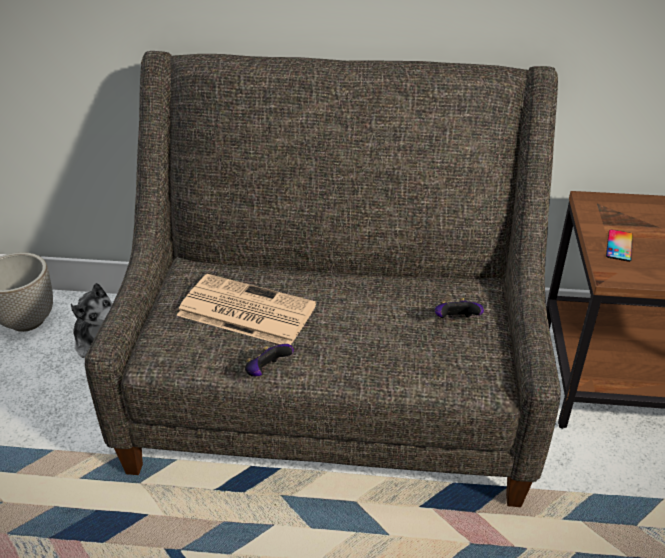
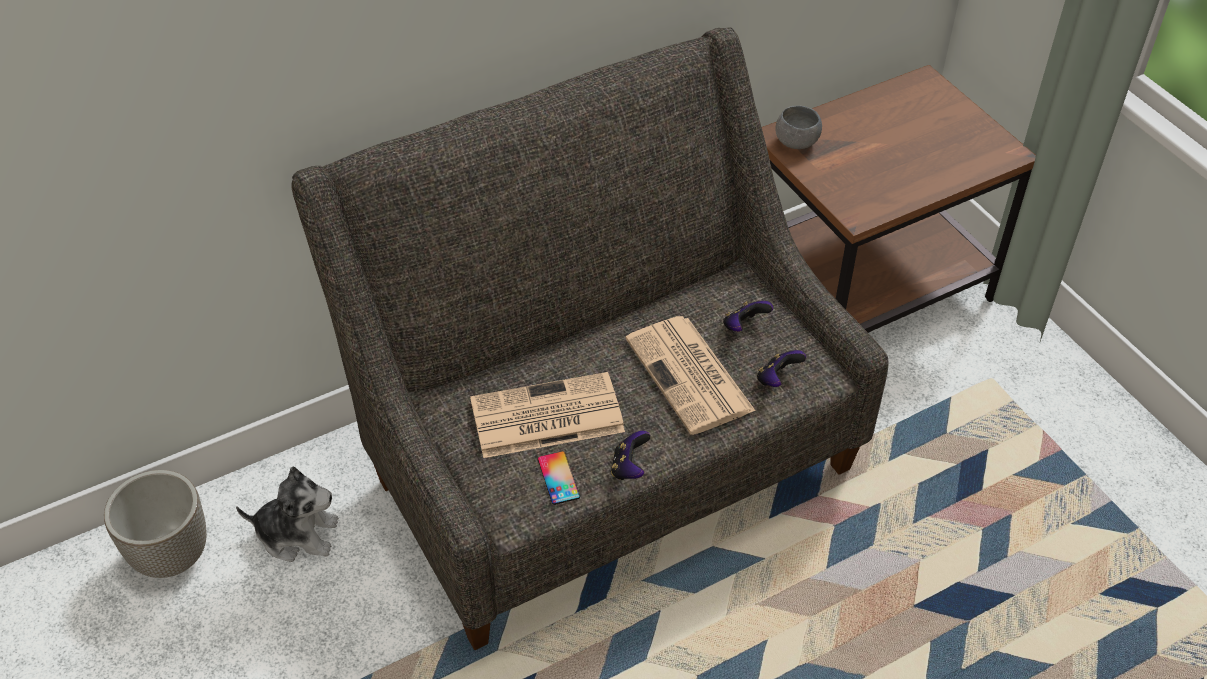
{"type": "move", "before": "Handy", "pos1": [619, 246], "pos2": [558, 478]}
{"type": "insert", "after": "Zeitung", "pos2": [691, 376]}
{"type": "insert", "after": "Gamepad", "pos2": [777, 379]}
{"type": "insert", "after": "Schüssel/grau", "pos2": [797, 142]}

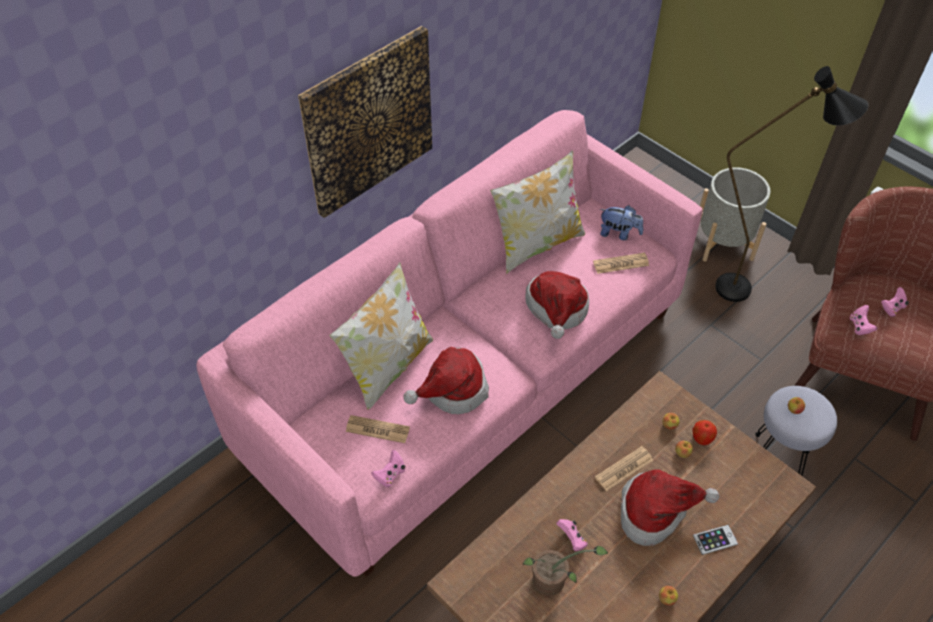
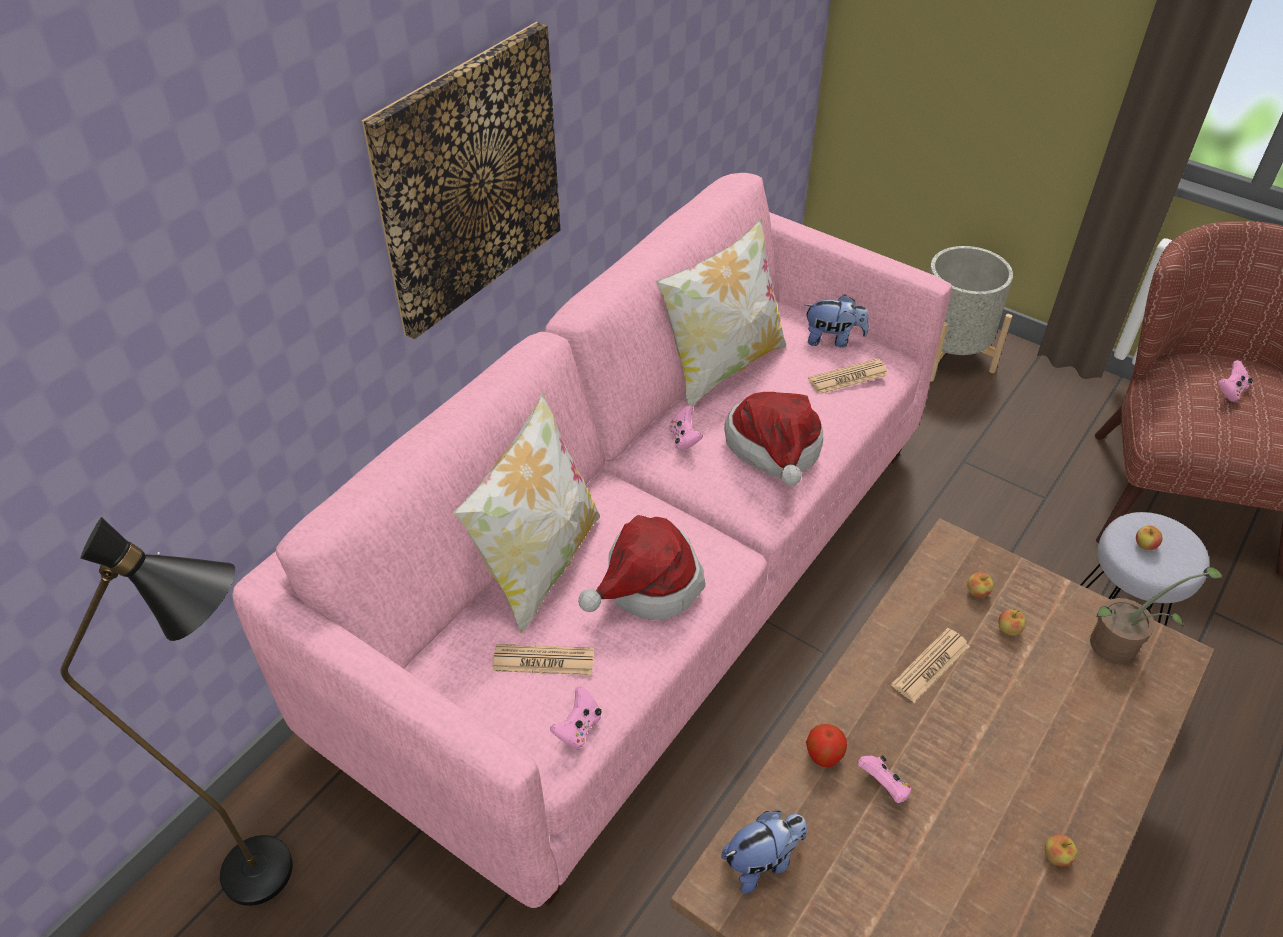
{"type": "move", "before": "Stehlampe/schwarz", "pos1": [746, 291], "pos2": [283, 873]}
{"type": "move", "before": "Gamepad/rosa", "pos1": [859, 326], "pos2": [684, 439]}
{"type": "insert", "after": "Plüschtier", "pos2": [762, 862]}
{"type": "move", "before": "Apfel", "pos1": [702, 438], "pos2": [824, 755]}
{"type": "move", "before": "Topfpflanze", "pos1": [553, 581], "pos2": [1121, 646]}
{"type": "delete", "before": "Hut", "pos1": [655, 512]}
{"type": "delete", "before": "Handy", "pos1": [715, 540]}

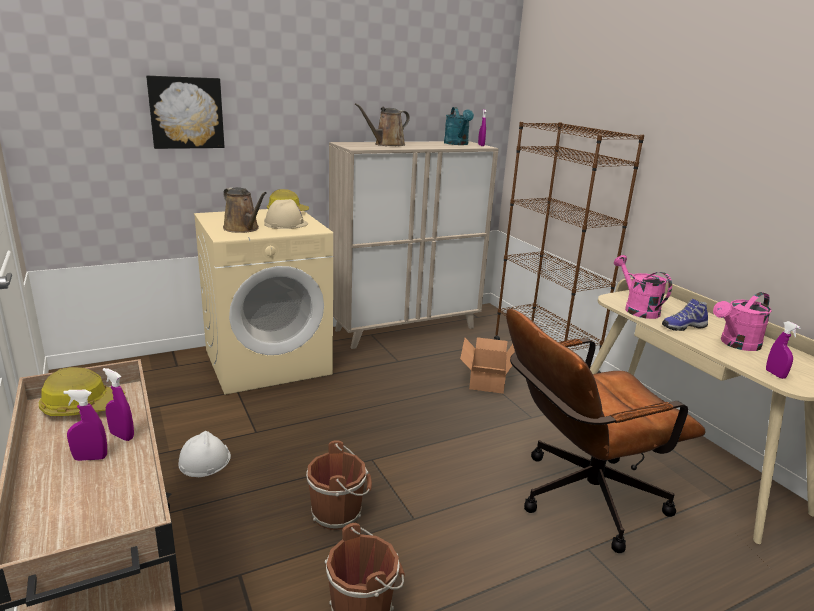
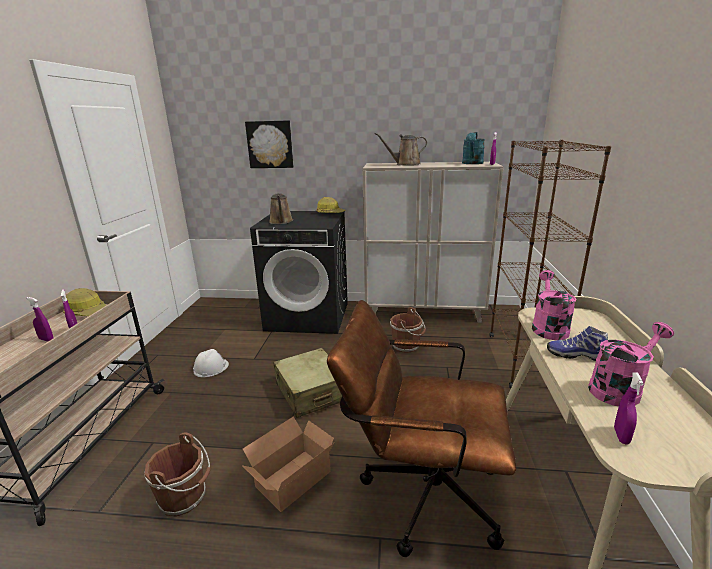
{"type": "move", "before": "Karton", "pos1": [485, 379], "pos2": [290, 478]}
{"type": "recolor", "before": "Waschmaschine/beige", "after": "Waschmaschine/schwarz", "pos1": [268, 361], "pos2": [308, 316]}
{"type": "insert", "after": "Koffer/beige", "pos2": [311, 392]}
{"type": "move", "before": "Eimer/braun", "pos1": [339, 512], "pos2": [407, 346]}
{"type": "rotate", "before": "Gießkanne/rosa", "pos1": [736, 344], "pos2": [619, 389], "turn": 150}
{"type": "delete", "before": "Schutzhelm/beige", "pos1": [286, 224]}

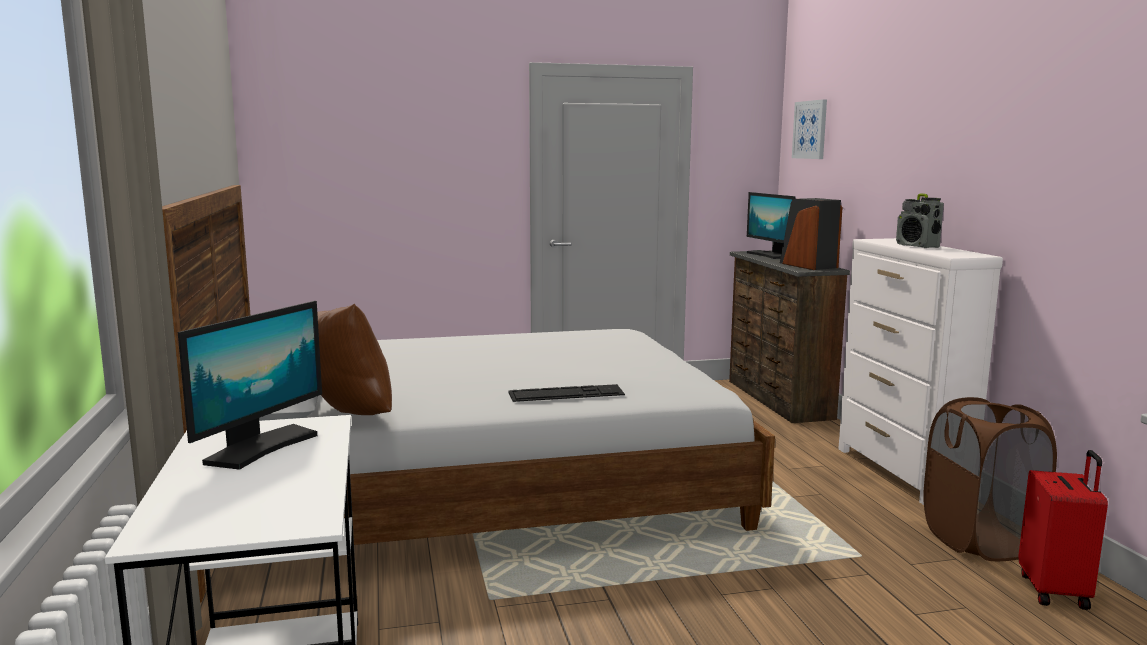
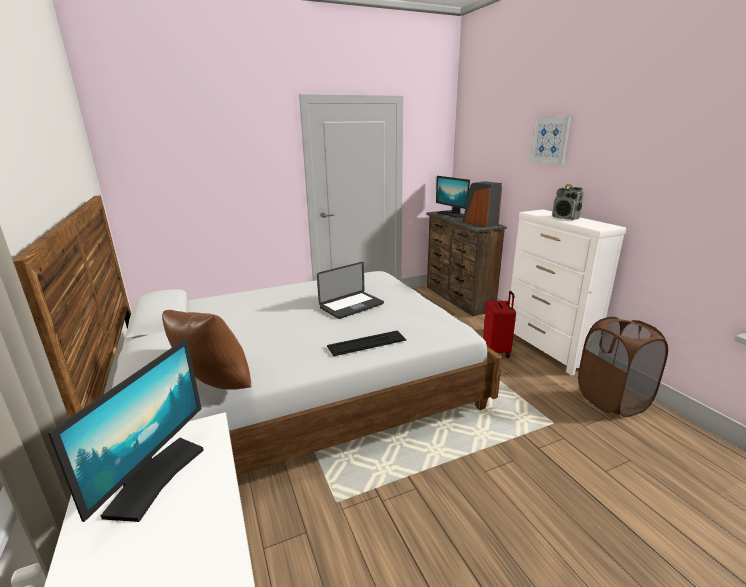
{"type": "insert", "after": "Laptop", "pos2": [352, 306]}
{"type": "move", "before": "Koffer/rot", "pos1": [1055, 591], "pos2": [497, 350]}
{"type": "move", "before": "Bild", "pos1": [810, 130], "pos2": [550, 140]}

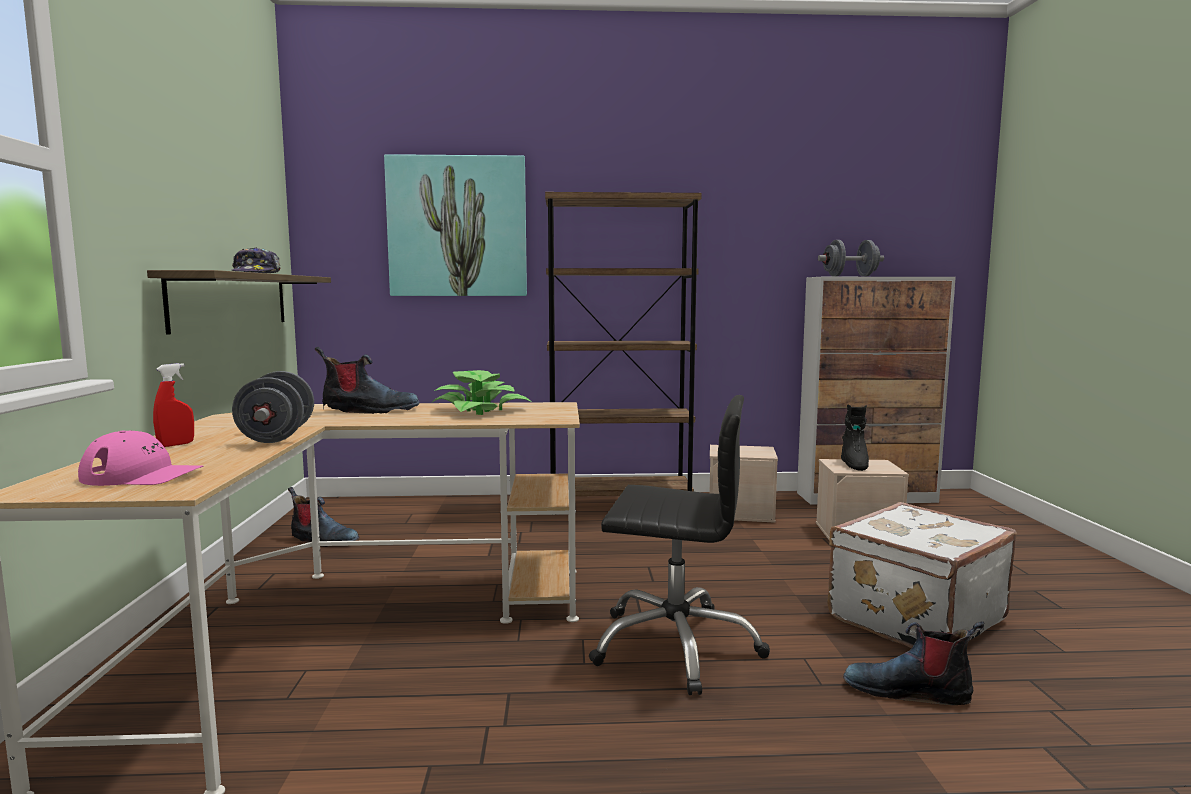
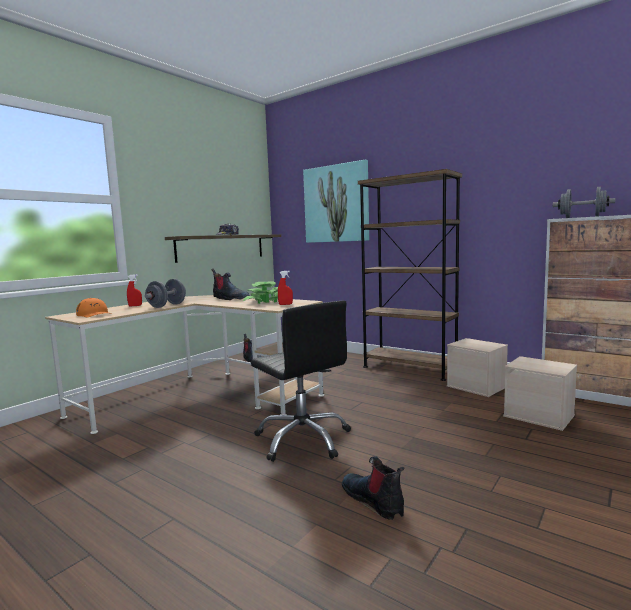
{"type": "recolor", "before": "Kappe/rosa", "after": "Kappe/orange", "pos1": [142, 475], "pos2": [94, 314]}
{"type": "insert", "after": "Sprühflasche/rot", "pos2": [285, 304]}
{"type": "delete", "before": "Koffer/weiß", "pos1": [912, 618]}
{"type": "delete", "before": "Stiefel/schwarz", "pos1": [853, 464]}

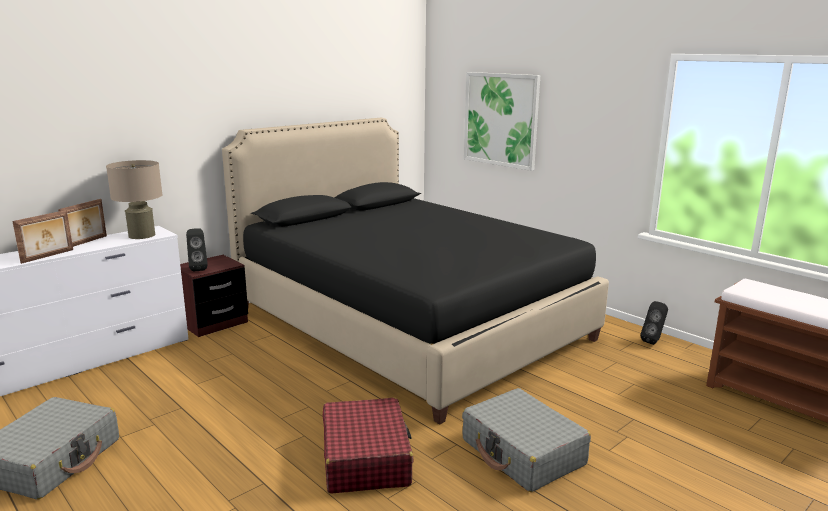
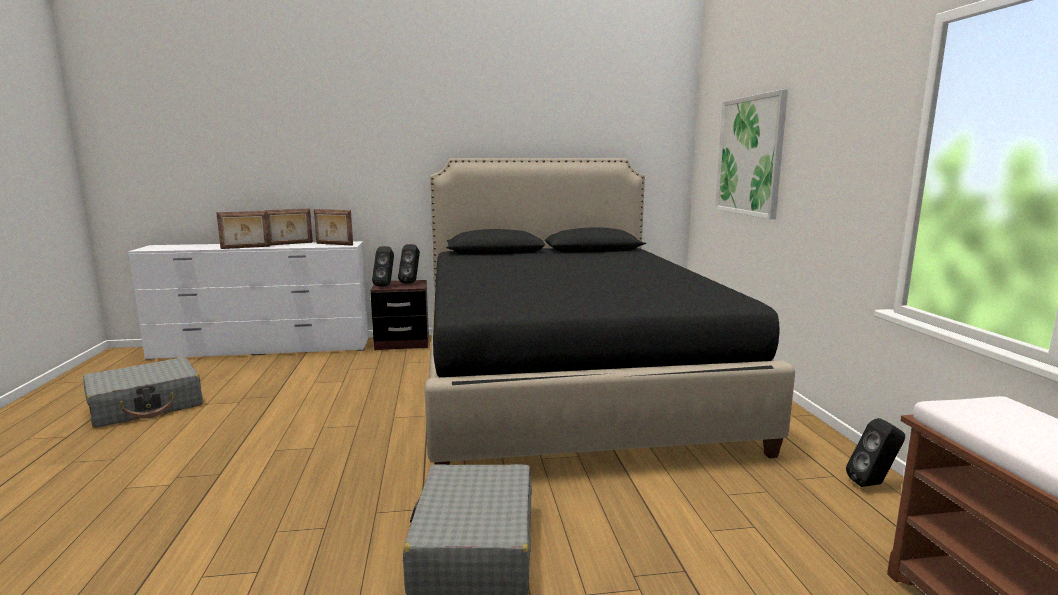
{"type": "replace", "before": "Tischlampe/beige", "after": "Bilderrahmen", "pos1": [142, 235], "pos2": [334, 244]}
{"type": "insert", "after": "Lautsprecher/schwarz", "pos2": [411, 283]}
{"type": "delete", "before": "Koffer/rot", "pos1": [366, 458]}

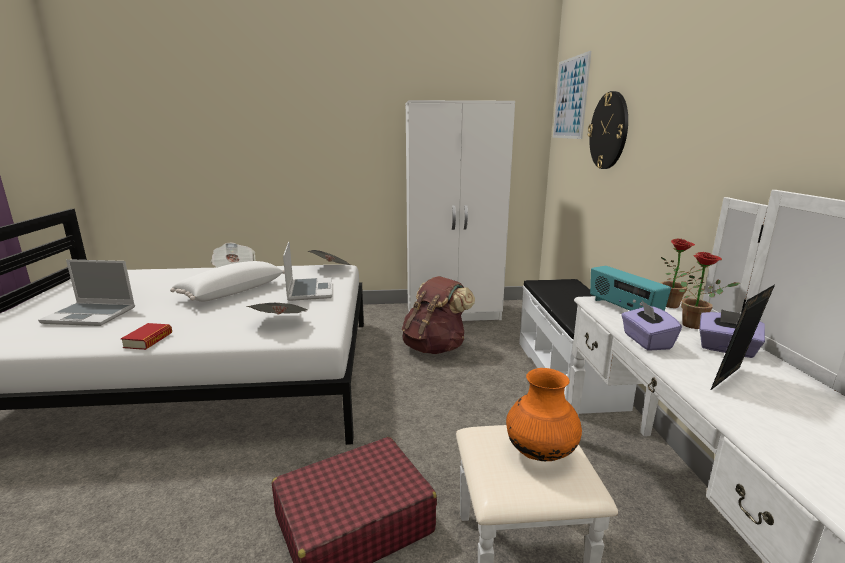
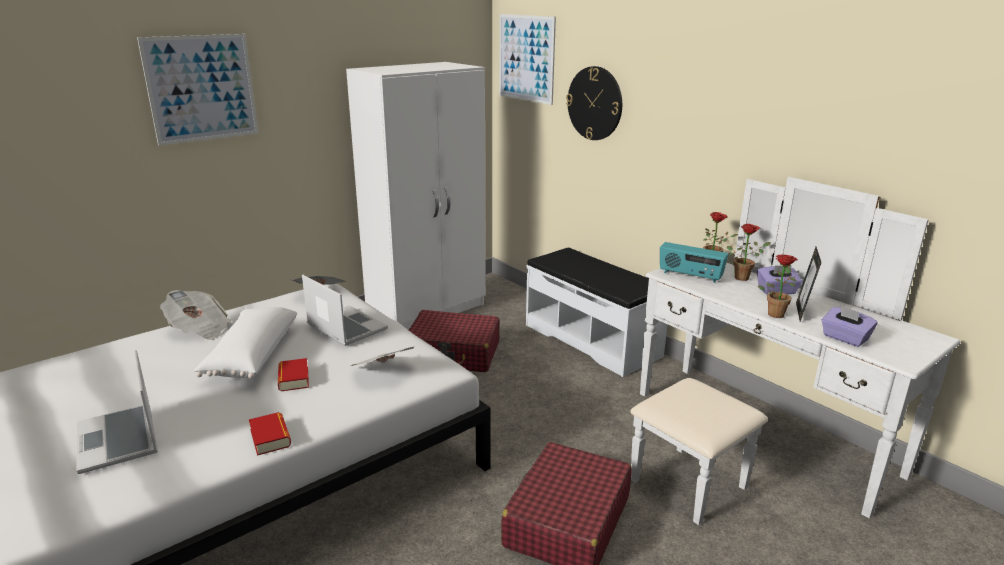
{"type": "rotate", "before": "Laptop", "pos1": [91, 315], "pos2": [119, 440], "turn": 90}
{"type": "insert", "after": "Bild", "pos2": [201, 88]}
{"type": "insert", "after": "Buch", "pos2": [293, 379]}
{"type": "replace", "before": "Rucksack/braun", "after": "Koffer/rot", "pos1": [435, 347], "pos2": [454, 353]}
{"type": "insert", "after": "Topfpflanze", "pos2": [775, 313]}
{"type": "move", "before": "Taschentuchbox/lila", "pos1": [646, 341], "pos2": [844, 338]}
{"type": "delete", "before": "Vase/orange", "pos1": [540, 453]}

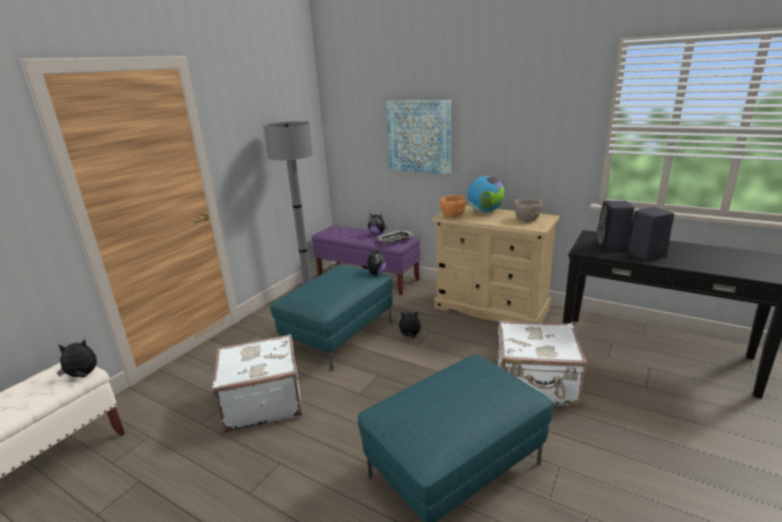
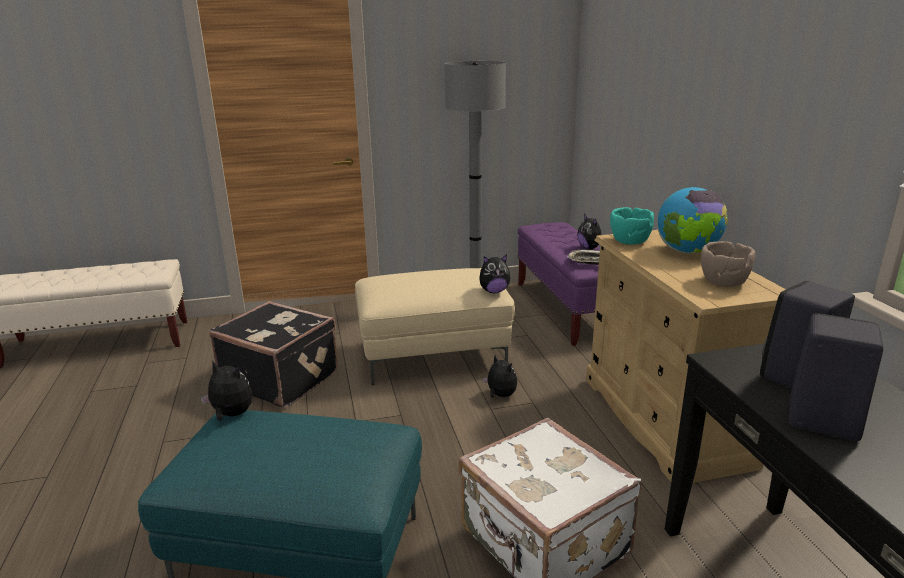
{"type": "move", "before": "Plüschtier", "pos1": [83, 376], "pos2": [231, 415]}
{"type": "recolor", "before": "Koffer/weiß", "after": "Koffer/schwarz", "pos1": [262, 402], "pos2": [281, 378]}
{"type": "recolor", "before": "Polsterhocker/türkis", "after": "Polsterhocker/beige", "pos1": [338, 335], "pos2": [434, 355]}
{"type": "recolor", "before": "Schüssel/orange", "after": "Schüssel/türkis", "pos1": [452, 215], "pos2": [629, 241]}
{"type": "delete", "before": "Bild", "pos1": [419, 136]}

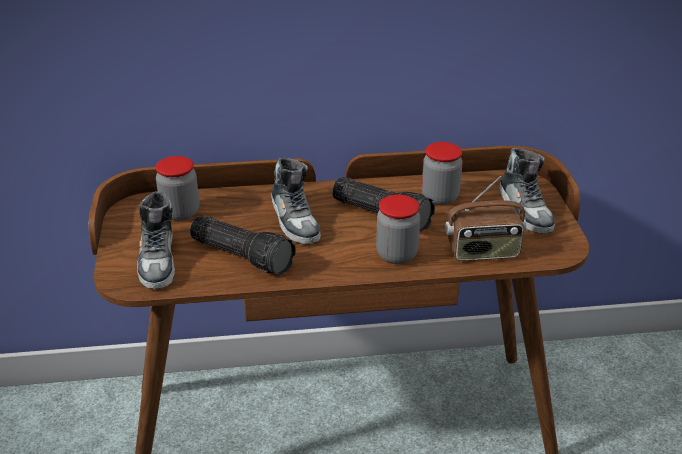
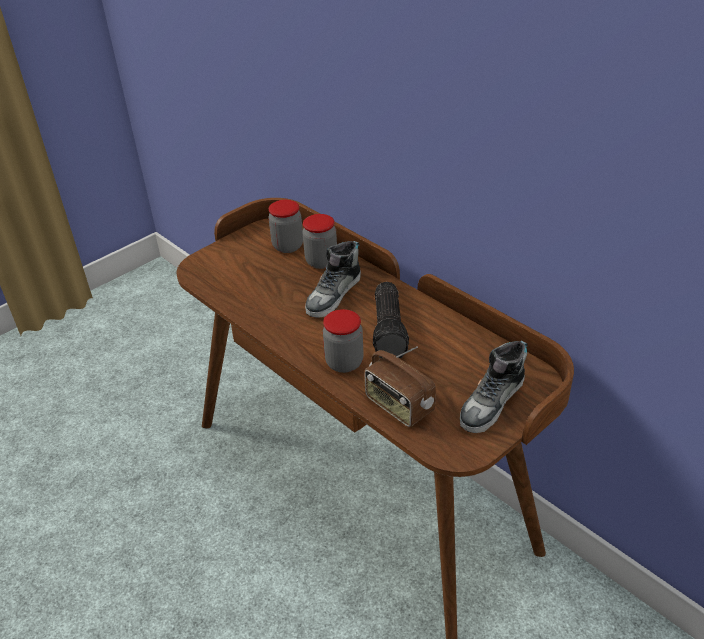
{"type": "move", "before": "Vorratsglas", "pos1": [440, 197], "pos2": [321, 261]}
{"type": "delete", "before": "Schuh", "pos1": [158, 260]}
{"type": "delete", "before": "Taschenlampe", "pos1": [244, 255]}

